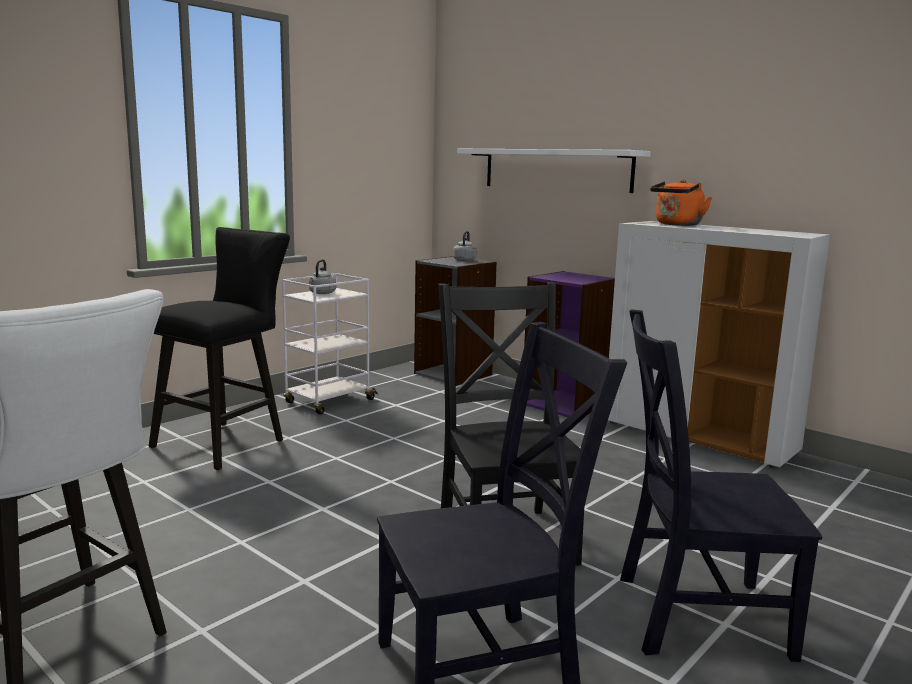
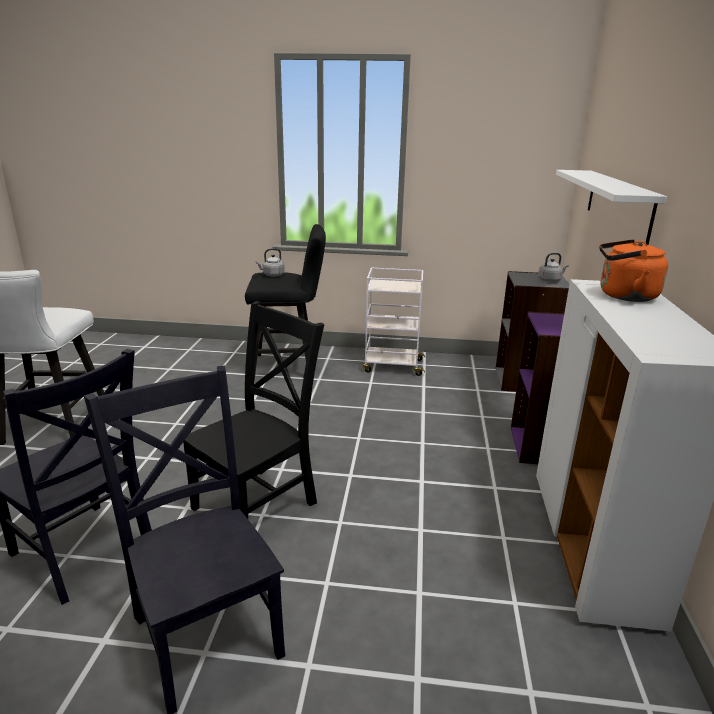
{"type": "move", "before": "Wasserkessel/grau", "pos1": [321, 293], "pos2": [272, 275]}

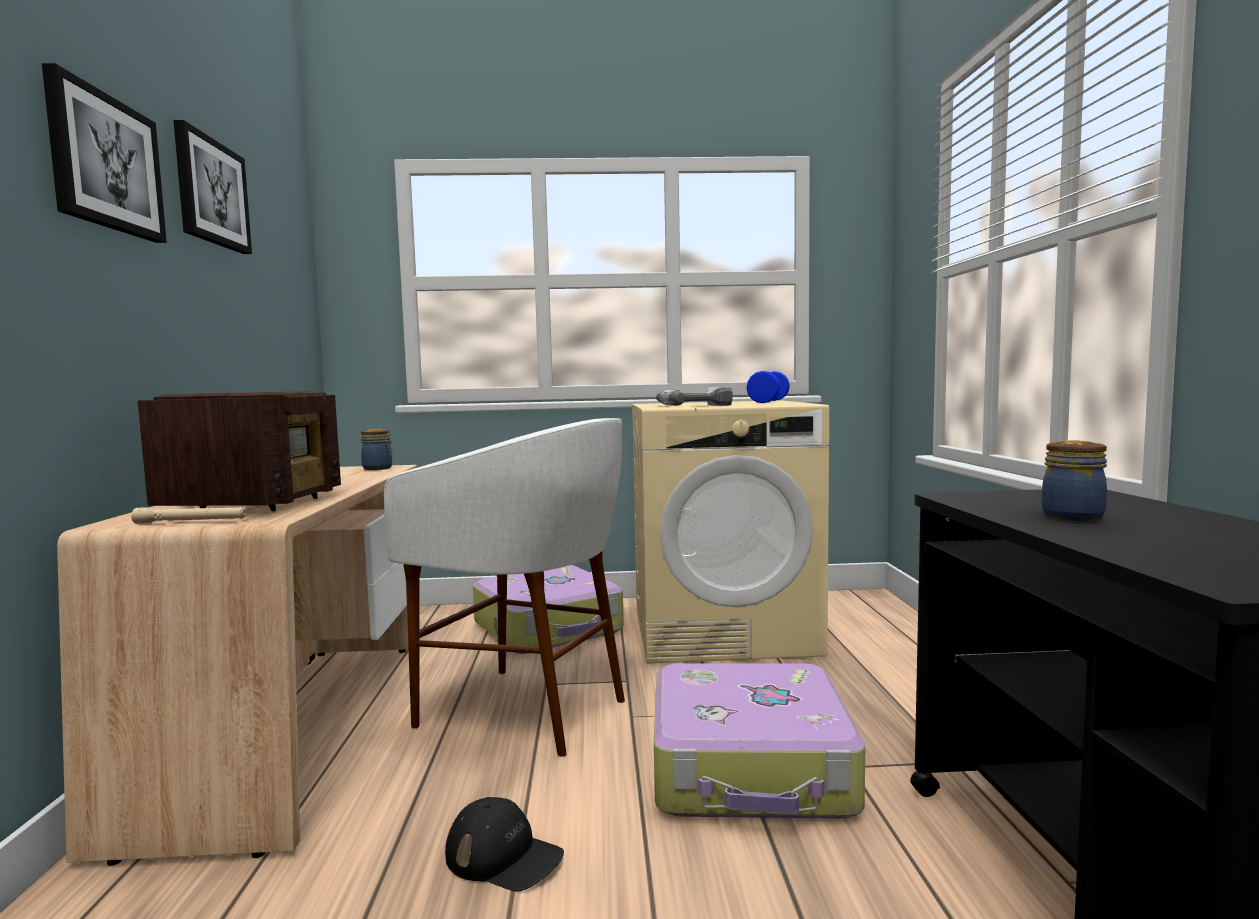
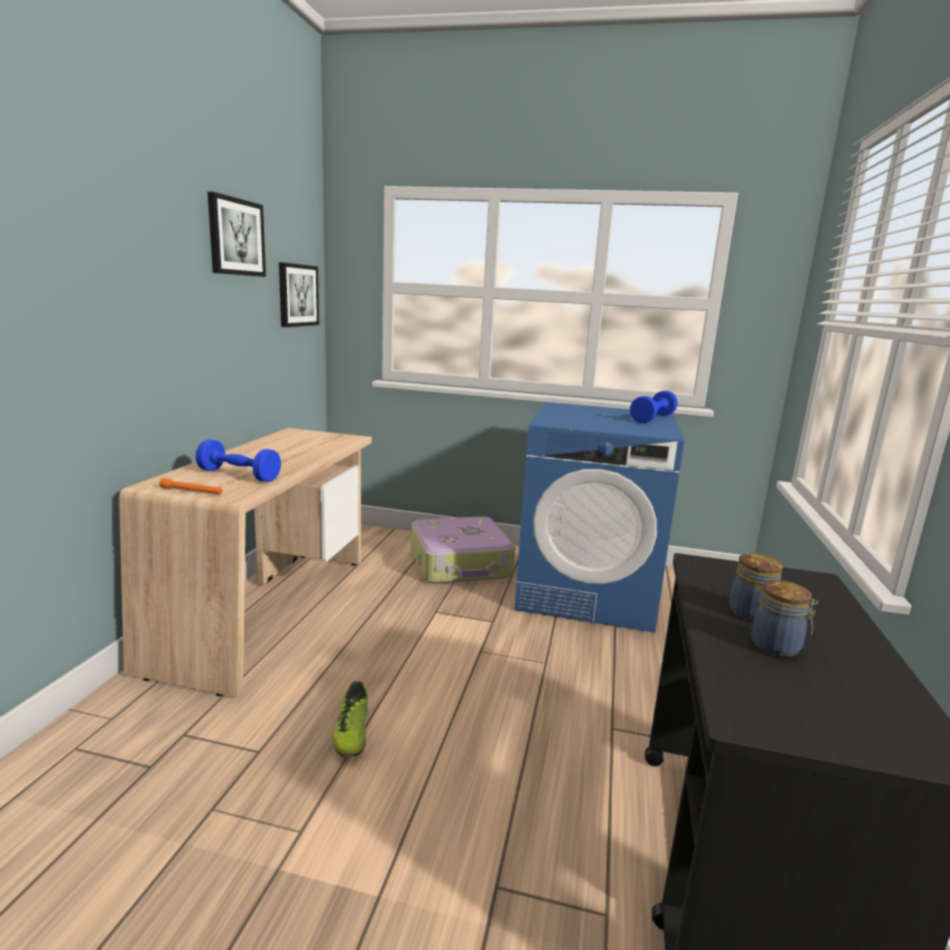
{"type": "recolor", "before": "Taschenlampe/beige", "after": "Taschenlampe/orange", "pos1": [191, 522], "pos2": [191, 491]}
{"type": "replace", "before": "Radio", "after": "Hantel/blau", "pos1": [255, 504], "pos2": [239, 475]}
{"type": "move", "before": "Bild", "pos1": [105, 163], "pos2": [297, 295]}
{"type": "replace", "before": "Kappe/schwarz", "after": "Schuh", "pos1": [504, 856], "pos2": [352, 733]}
{"type": "recolor", "before": "Waschmaschine/beige", "after": "Waschmaschine/blau", "pos1": [723, 630], "pos2": [587, 592]}
{"type": "move", "before": "Vorratsglas", "pos1": [378, 468], "pos2": [777, 647]}
{"type": "delete", "before": "Hocker/weiß", "pos1": [525, 711]}
{"type": "delete", "before": "Koffer", "pos1": [751, 768]}
{"type": "delete", "before": "Bohrmaschine", "pos1": [691, 405]}

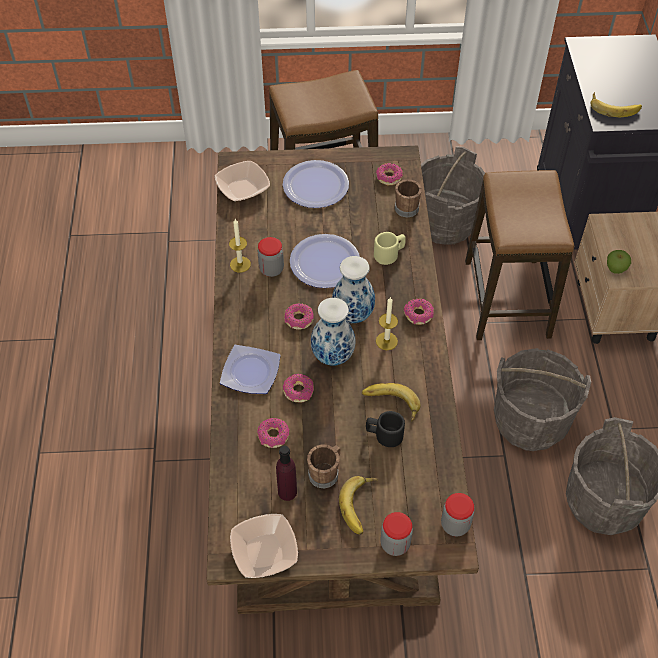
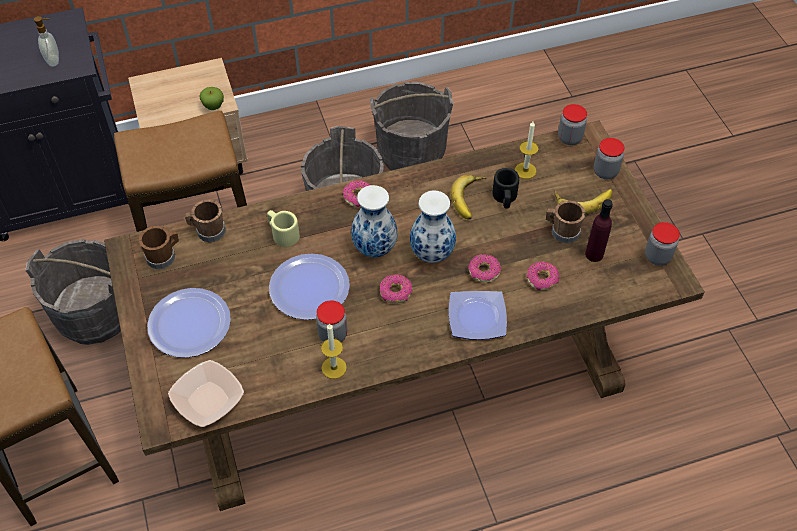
{"type": "replace", "before": "Banane", "after": "Seifenspender", "pos1": [614, 107], "pos2": [54, 60]}
{"type": "replace", "before": "Donut", "after": "Henkelbecher/braun", "pos1": [388, 177], "pos2": [164, 256]}
{"type": "move", "before": "Kerze", "pos1": [386, 341], "pos2": [525, 170]}
{"type": "replace", "before": "Schüssel", "after": "Vorratsglas", "pos1": [264, 551], "pos2": [657, 257]}

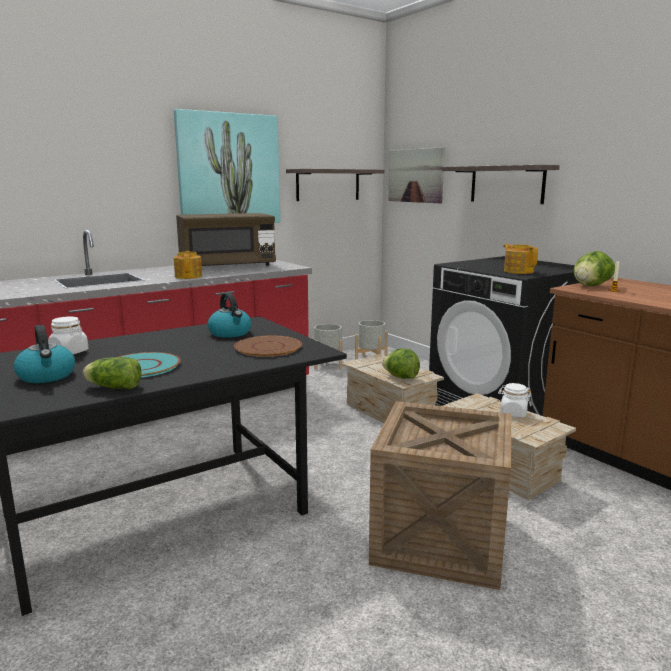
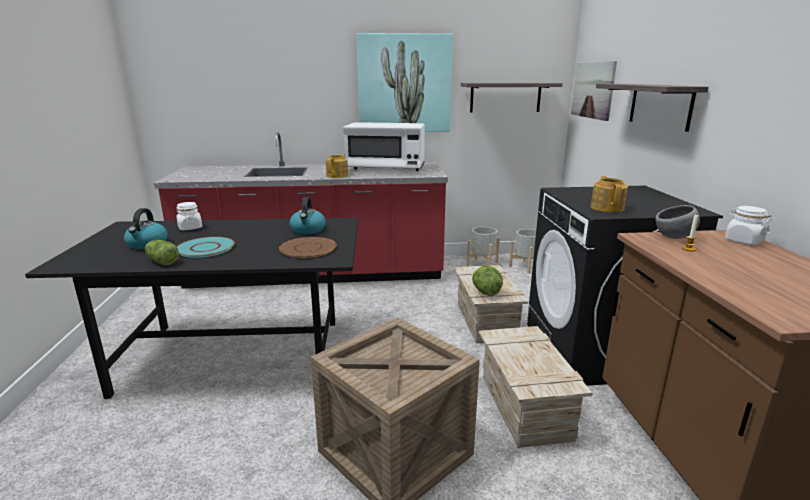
{"type": "recolor", "before": "Mikrowelle/braun", "after": "Mikrowelle/weiß", "pos1": [227, 266], "pos2": [385, 168]}
{"type": "replace", "before": "Salatkopf", "after": "Schüssel/grau", "pos1": [590, 286], "pos2": [674, 238]}
{"type": "move", "before": "Vorratsglas/weiß", "pos1": [513, 413], "pos2": [743, 241]}

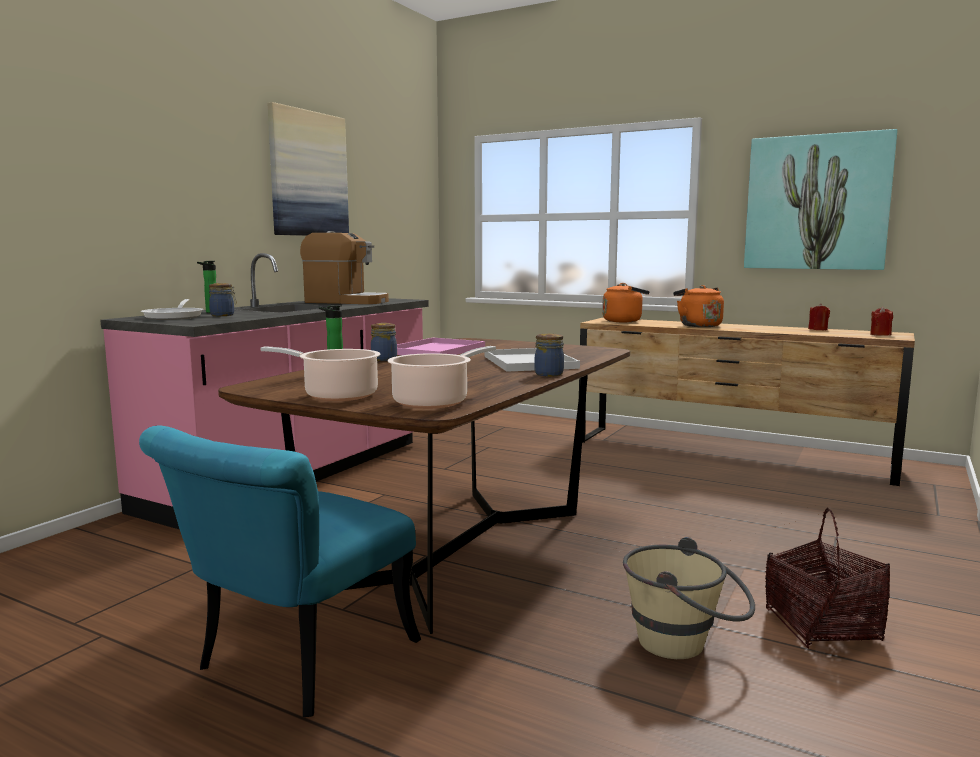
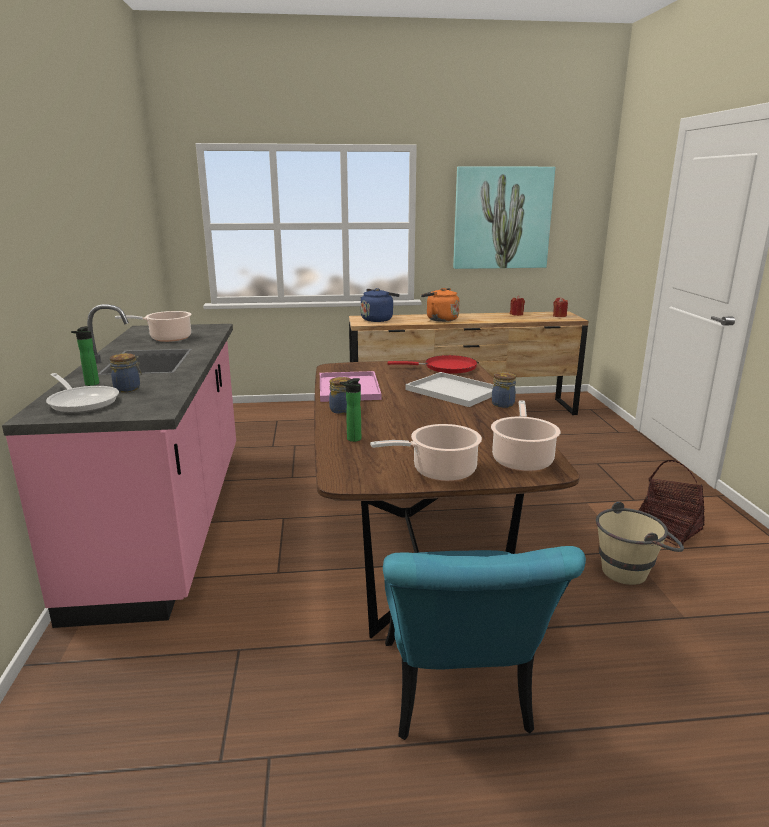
{"type": "replace", "before": "Kaffeemaschine", "after": "Kochtopf", "pos1": [346, 302], "pos2": [167, 338]}
{"type": "recolor", "before": "Wasserkessel/orange", "after": "Wasserkessel/blau", "pos1": [624, 321], "pos2": [378, 319]}
{"type": "insert", "after": "Pfanne/rot", "pos2": [446, 368]}
{"type": "delete", "before": "Bild", "pos1": [308, 174]}

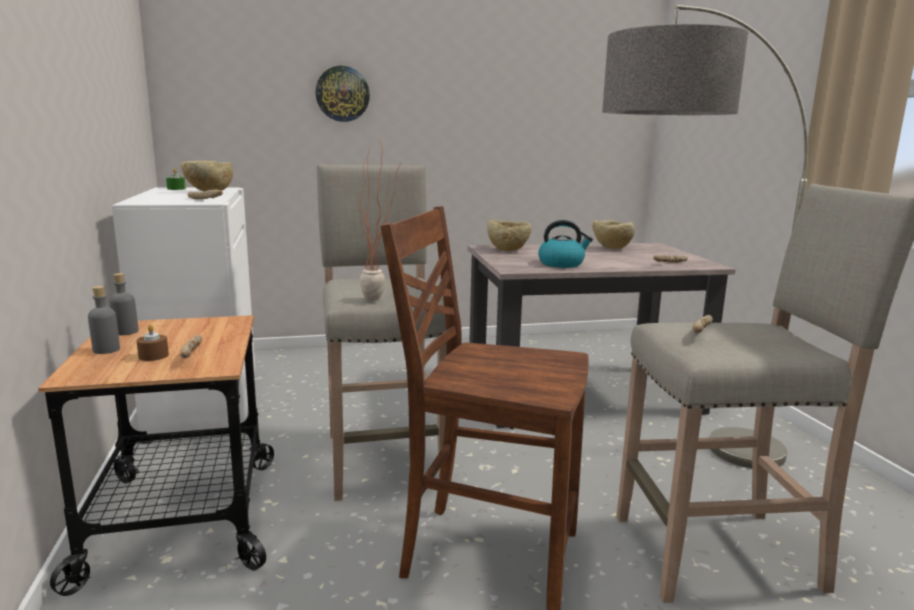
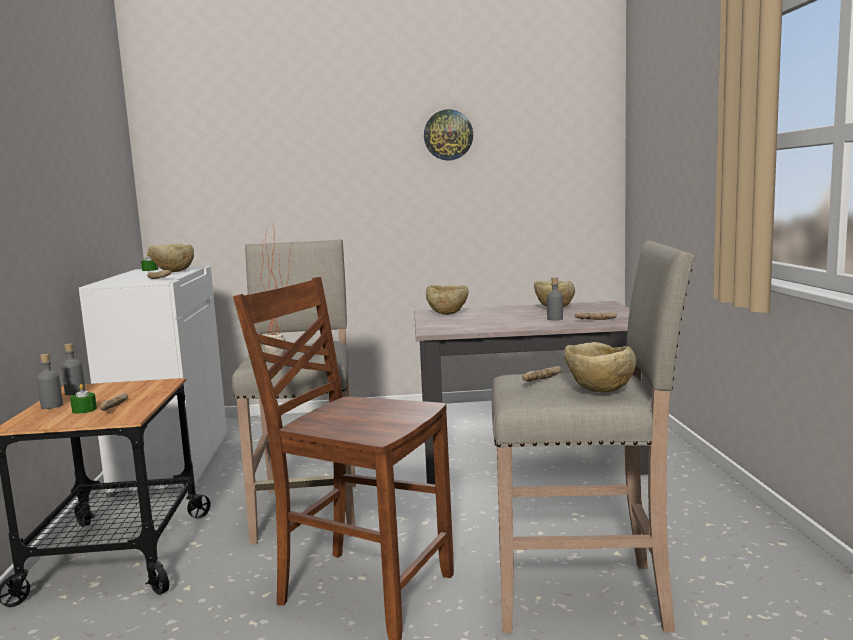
{"type": "recolor", "before": "Kerze/braun", "after": "Kerze/grün", "pos1": [153, 356], "pos2": [84, 410]}
{"type": "move", "before": "Wanduhr", "pos1": [342, 94], "pos2": [448, 135]}
{"type": "insert", "after": "Flasche/grau", "pos2": [555, 319]}
{"type": "insert", "after": "Schüssel/beige", "pos2": [598, 392]}
{"type": "delete", "before": "Wasserkessel", "pos1": [562, 264]}
{"type": "delete", "before": "Stehlampe", "pos1": [671, 461]}

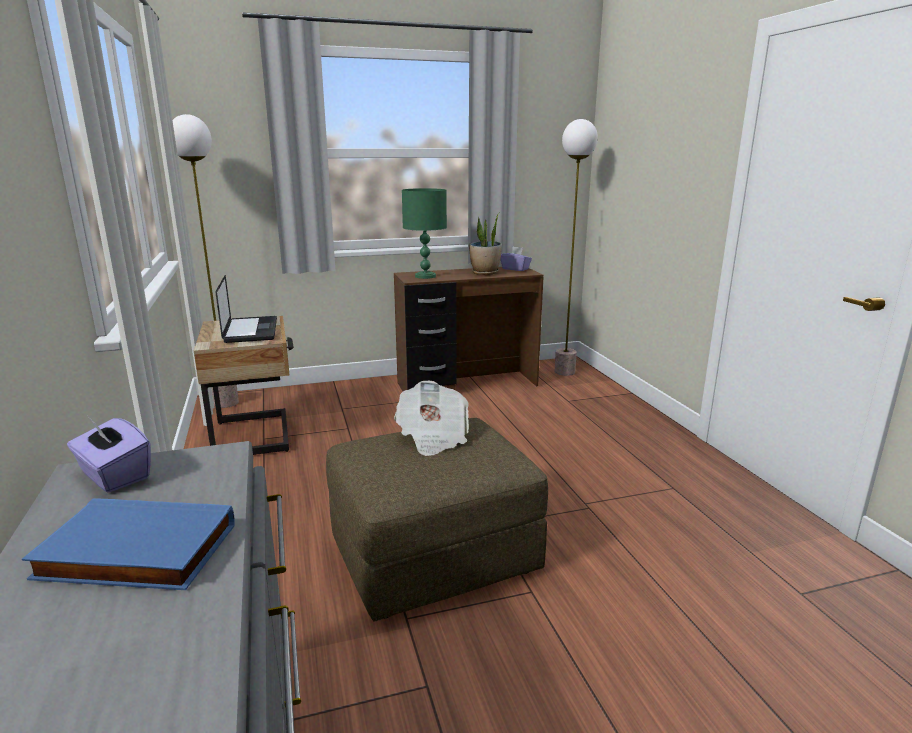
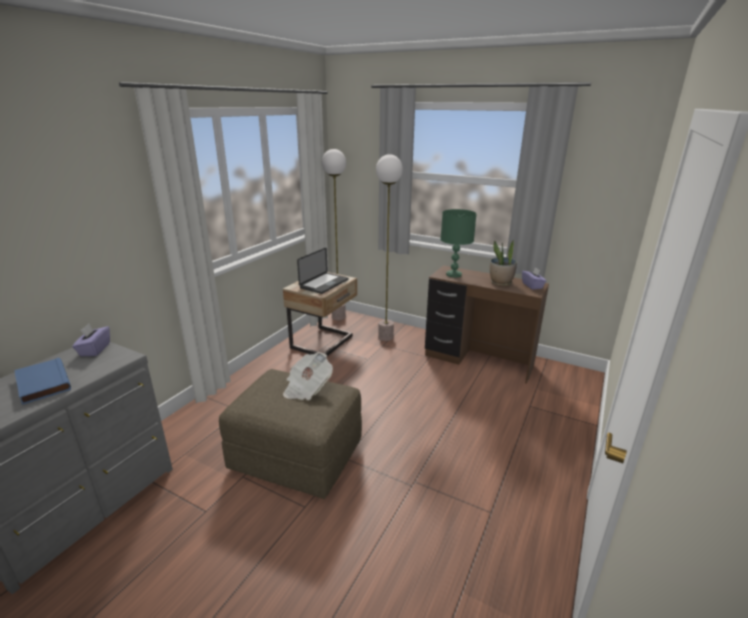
{"type": "move", "before": "Stehlampe", "pos1": [564, 372], "pos2": [385, 337]}

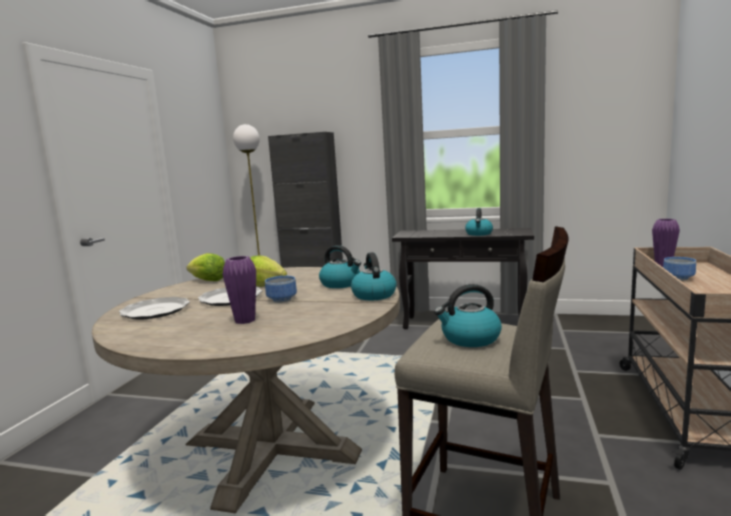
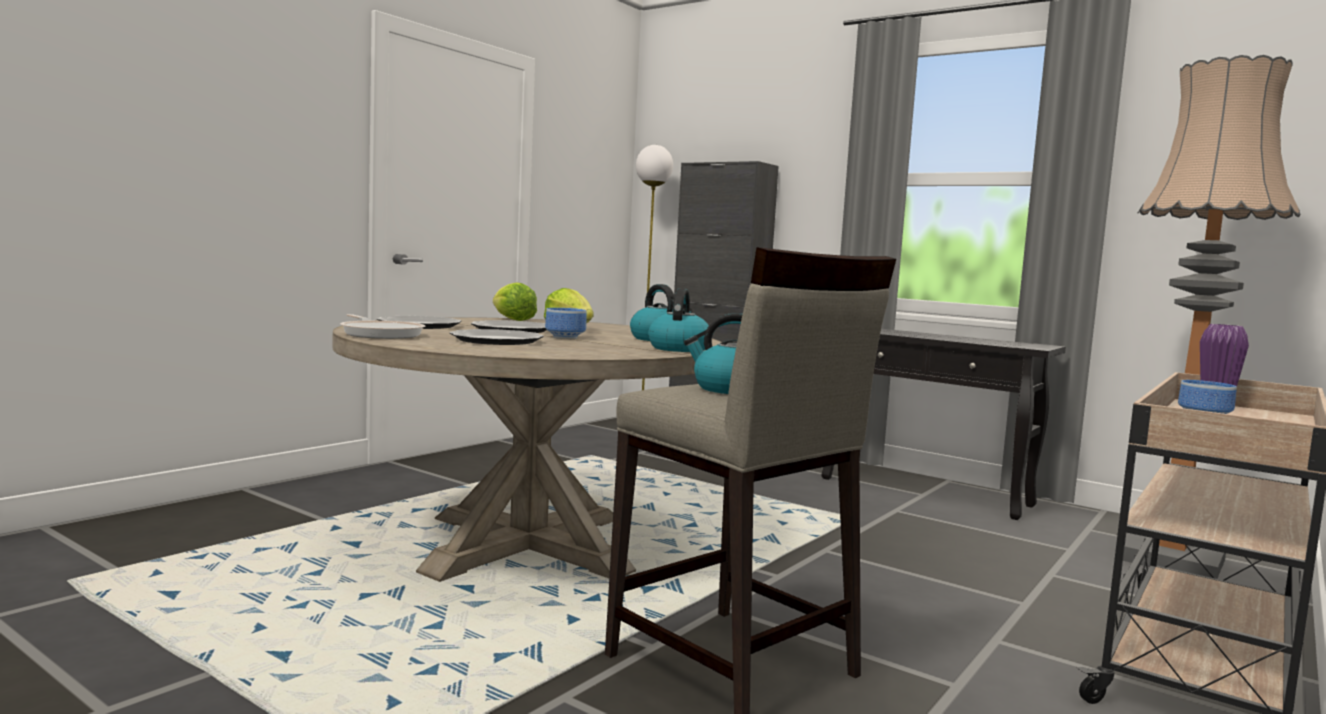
{"type": "insert", "after": "Pfanne", "pos2": [381, 334]}
{"type": "replace", "before": "Vase/lila", "after": "Teller", "pos1": [245, 320], "pos2": [496, 341]}
{"type": "insert", "after": "Stehlampe", "pos2": [1170, 559]}
{"type": "delete", "before": "Wasserkessel", "pos1": [479, 234]}

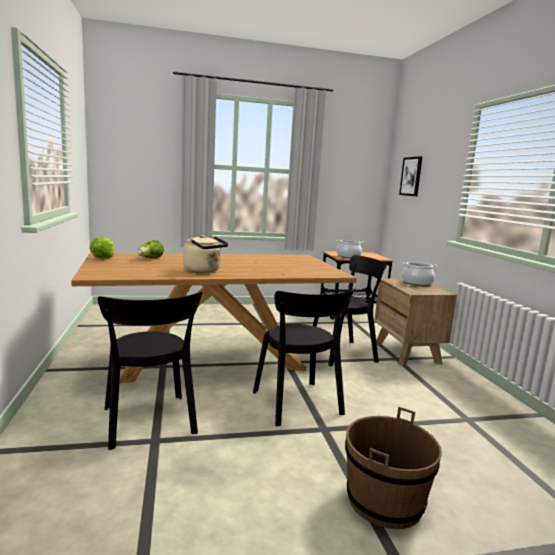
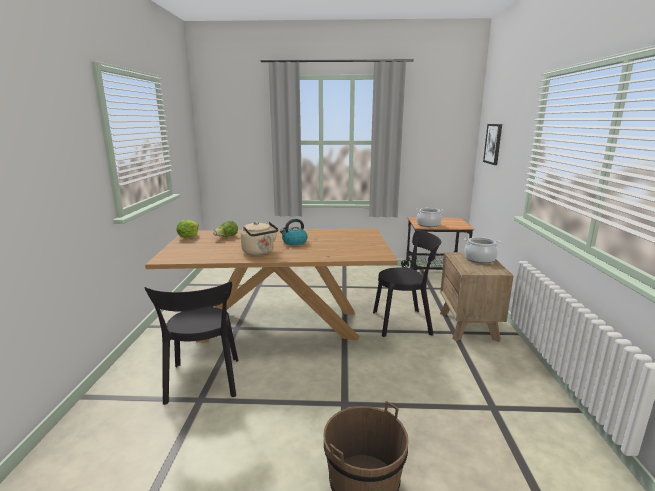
{"type": "insert", "after": "Wasserkessel", "pos2": [294, 242]}
{"type": "delete", "before": "Stuhl/schwarz", "pos1": [298, 405]}

